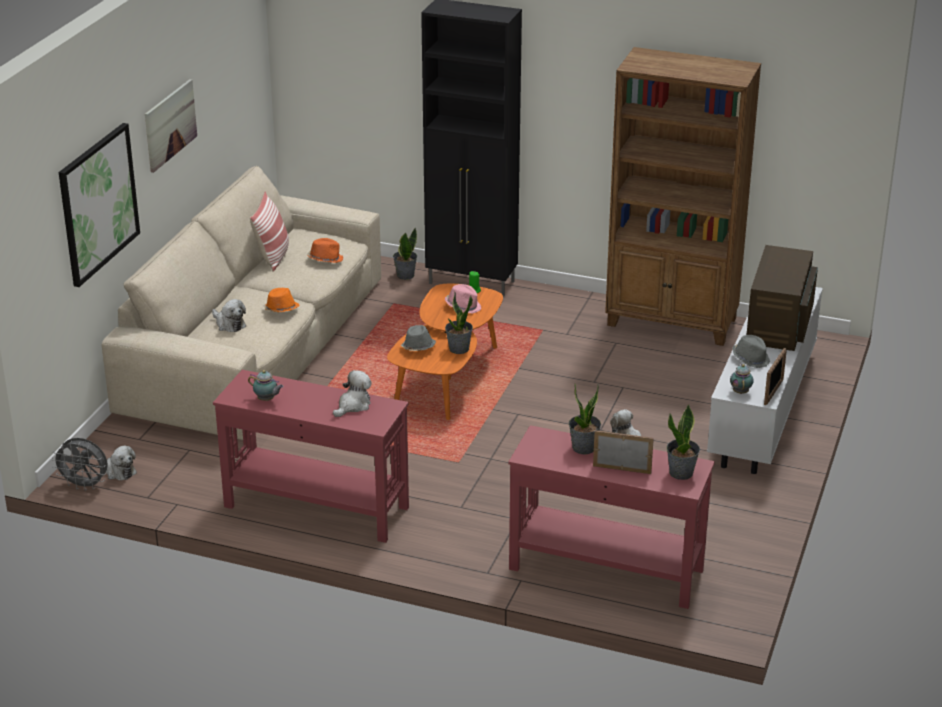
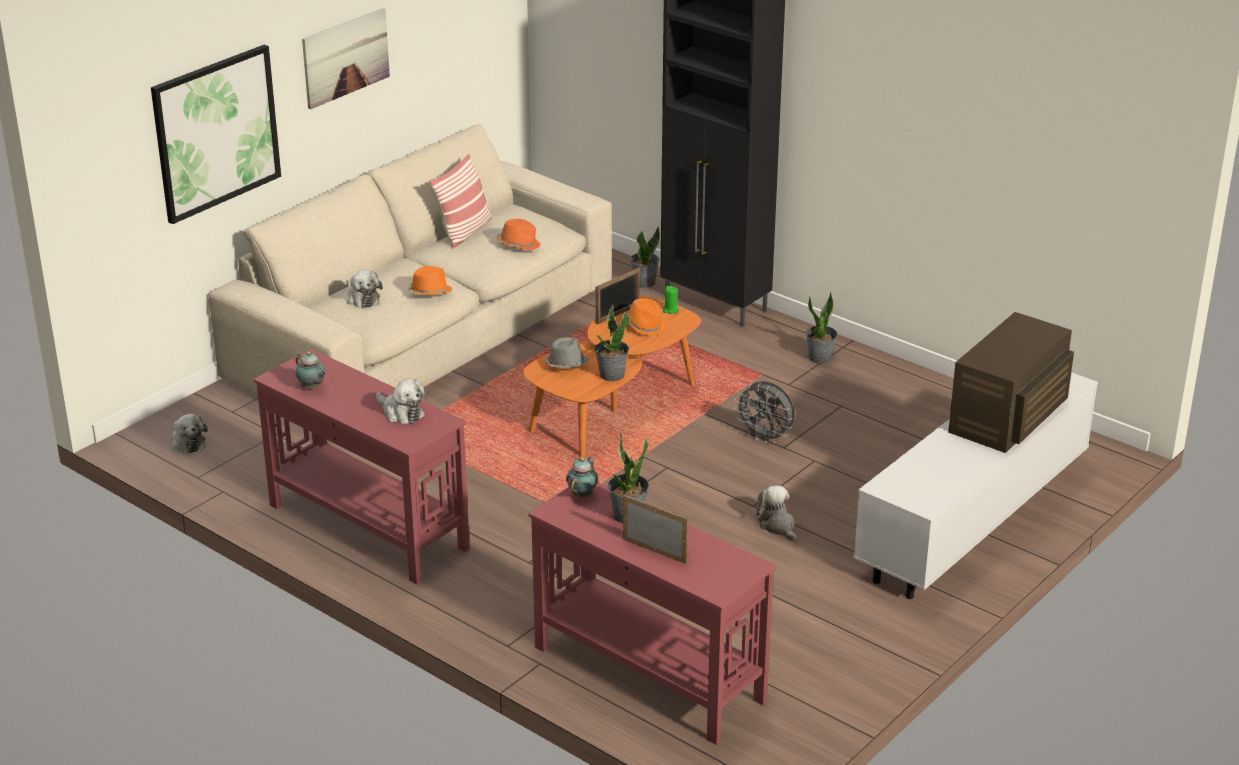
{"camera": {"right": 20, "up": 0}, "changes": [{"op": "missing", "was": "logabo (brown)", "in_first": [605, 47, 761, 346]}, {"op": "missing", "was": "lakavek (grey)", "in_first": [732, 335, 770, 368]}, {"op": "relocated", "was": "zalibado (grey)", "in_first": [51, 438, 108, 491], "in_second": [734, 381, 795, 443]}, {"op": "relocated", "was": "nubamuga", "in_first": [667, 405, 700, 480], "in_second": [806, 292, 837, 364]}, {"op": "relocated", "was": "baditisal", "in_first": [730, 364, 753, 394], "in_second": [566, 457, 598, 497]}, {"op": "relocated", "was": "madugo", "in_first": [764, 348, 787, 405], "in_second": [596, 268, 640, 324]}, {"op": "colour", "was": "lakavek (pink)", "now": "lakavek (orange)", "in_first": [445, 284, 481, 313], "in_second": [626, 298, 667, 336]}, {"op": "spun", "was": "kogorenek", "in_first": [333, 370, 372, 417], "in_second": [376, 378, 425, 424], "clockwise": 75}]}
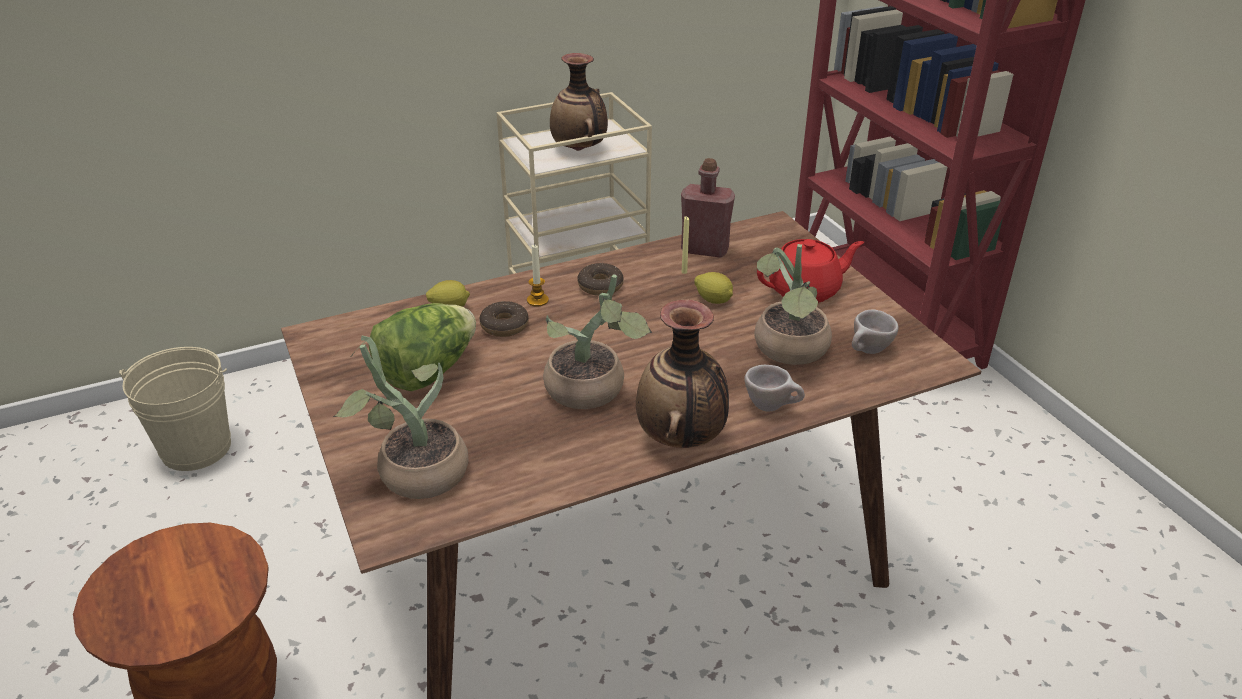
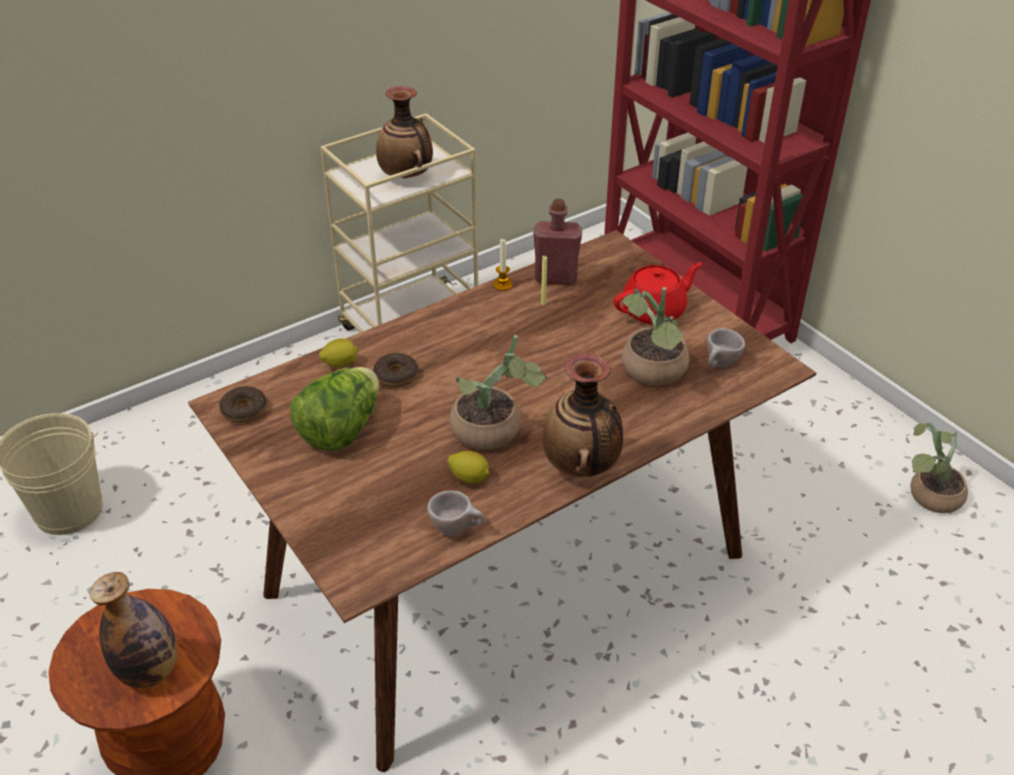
{"camera": {"right": -10, "up": 5}, "changes": [{"op": "appeared", "now": "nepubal", "in_second": [89, 572, 177, 688]}, {"op": "relocated", "was": "nubamuga", "in_first": [333, 336, 468, 499], "in_second": [910, 423, 968, 513]}, {"op": "relocated", "was": "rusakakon", "in_first": [527, 244, 549, 307], "in_second": [494, 239, 512, 291]}, {"op": "relocated", "was": "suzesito", "in_first": [578, 262, 624, 296], "in_second": [219, 386, 267, 423]}, {"op": "relocated", "was": "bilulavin", "in_first": [694, 272, 733, 304], "in_second": [448, 451, 489, 484]}, {"op": "relocated", "was": "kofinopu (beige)", "in_first": [744, 365, 805, 411], "in_second": [427, 491, 485, 536]}]}
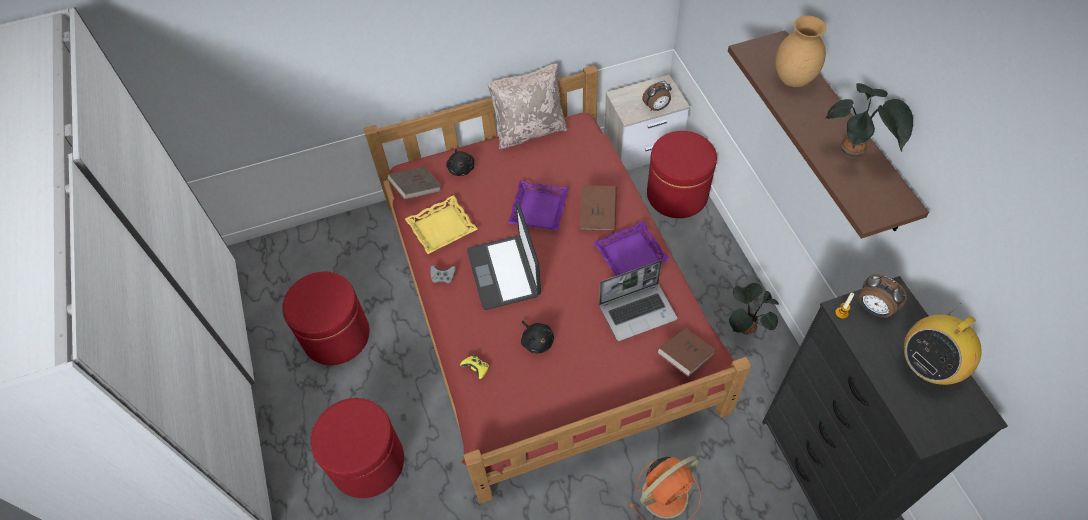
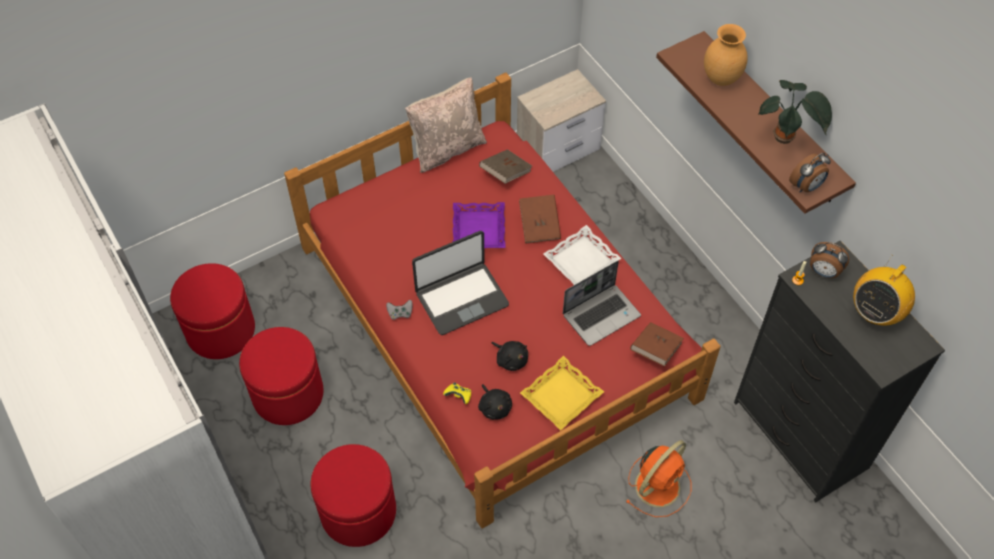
{"camera": {"right": -15, "up": 0}, "changes": [{"op": "missing", "was": "nubamuga", "in_first": [729, 283, 779, 335]}, {"op": "relocated", "was": "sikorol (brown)", "in_first": [387, 167, 442, 200], "in_second": [479, 149, 532, 184]}, {"op": "relocated", "was": "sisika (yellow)", "in_first": [405, 195, 477, 254], "in_second": [520, 356, 604, 431]}, {"op": "relocated", "was": "kogorenek (black)", "in_first": [446, 149, 474, 176], "in_second": [478, 384, 512, 420]}, {"op": "relocated", "was": "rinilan", "in_first": [642, 81, 672, 111], "in_second": [789, 153, 831, 192]}, {"op": "relocated", "was": "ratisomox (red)", "in_first": [647, 131, 717, 218], "in_second": [170, 263, 255, 359]}, {"op": "colour", "was": "sisika (purple)", "now": "sisika (white)", "in_first": [593, 221, 670, 276], "in_second": [543, 225, 622, 285]}, {"op": "spun", "was": "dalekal", "in_first": [467, 203, 541, 310], "in_second": [412, 231, 509, 335], "clockwise": -90}]}
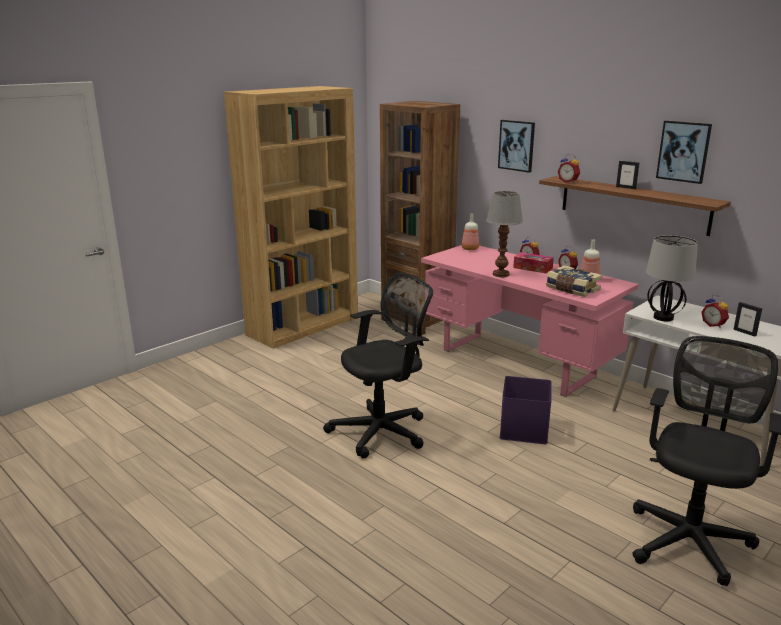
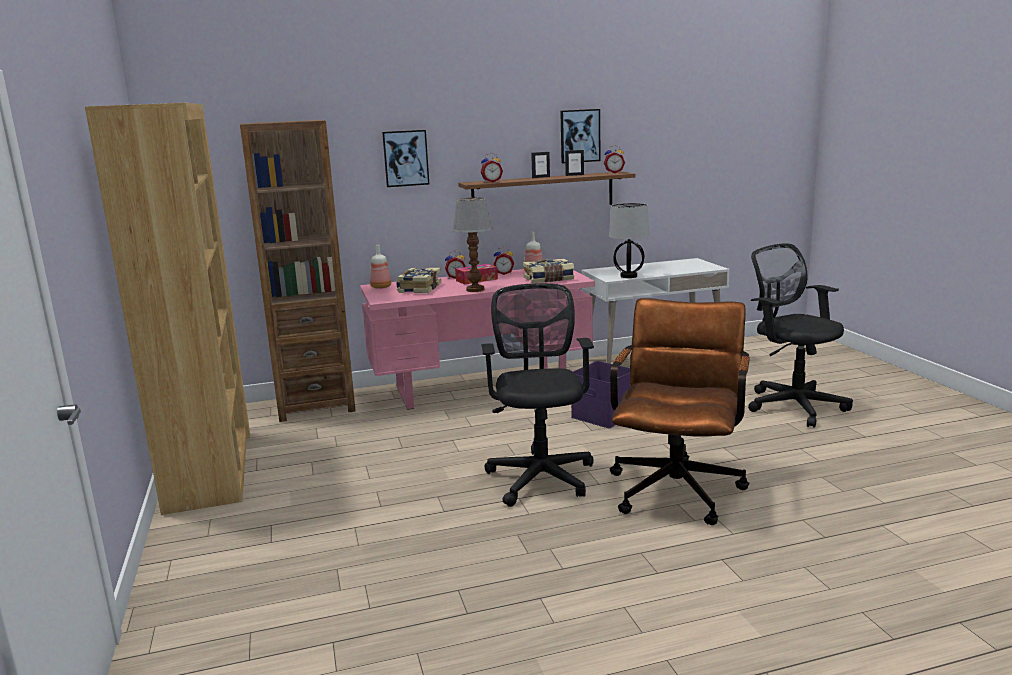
{"camera": {"right": -60, "up": -5}, "changes": [{"op": "appeared", "now": "sikorol", "in_second": [396, 268, 441, 293]}, {"op": "appeared", "now": "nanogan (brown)", "in_second": [610, 298, 750, 525]}, {"op": "relocated", "was": "rinilan", "in_first": [701, 295, 729, 328], "in_second": [604, 145, 625, 173]}, {"op": "relocated", "was": "madugo", "in_first": [733, 302, 762, 337], "in_second": [565, 150, 584, 176]}]}
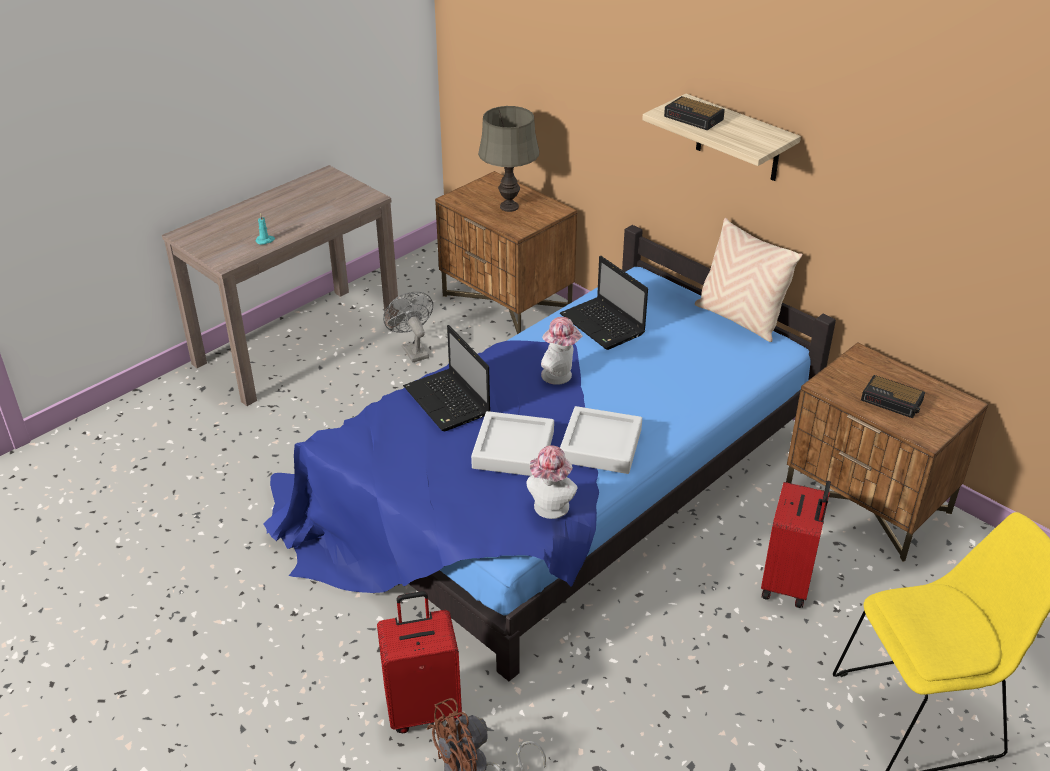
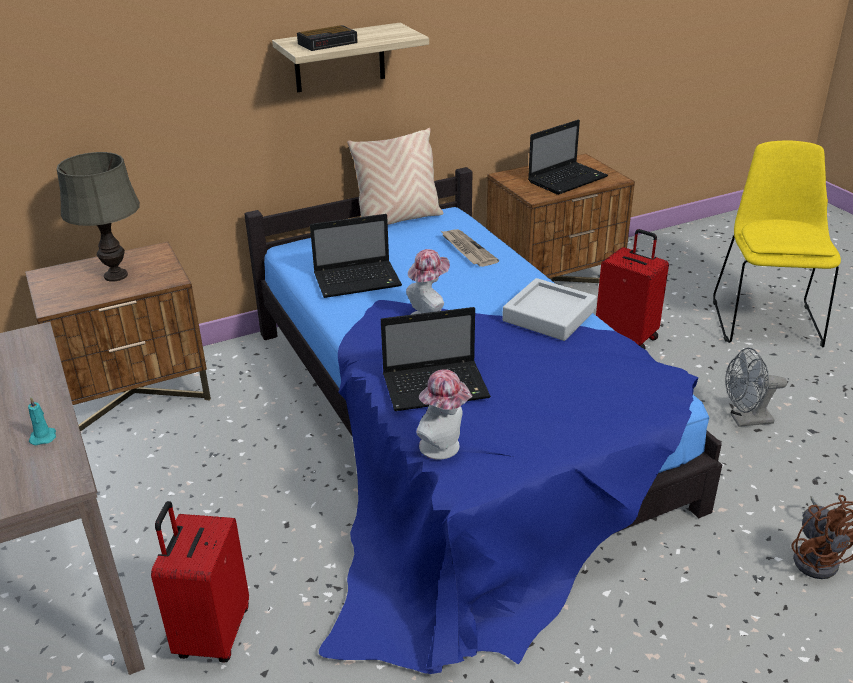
{"camera": {"right": -70, "up": -5}, "changes": [{"op": "missing", "was": "sisika (grey)", "in_first": [471, 411, 554, 476]}, {"op": "appeared", "now": "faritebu", "in_second": [441, 229, 499, 267]}, {"op": "relocated", "was": "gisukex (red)", "in_first": [377, 591, 463, 733], "in_second": [151, 501, 249, 663]}, {"op": "relocated", "was": "zalibado (grey)", "in_first": [383, 292, 433, 362], "in_second": [725, 348, 787, 427]}, {"op": "relocated", "was": "lakavek", "in_first": [527, 445, 578, 519], "in_second": [416, 369, 472, 460]}, {"op": "exchanged", "was": "rinilan", "now": "dalekal", "in_first": [861, 375, 925, 418], "in_second": [528, 120, 608, 195]}]}
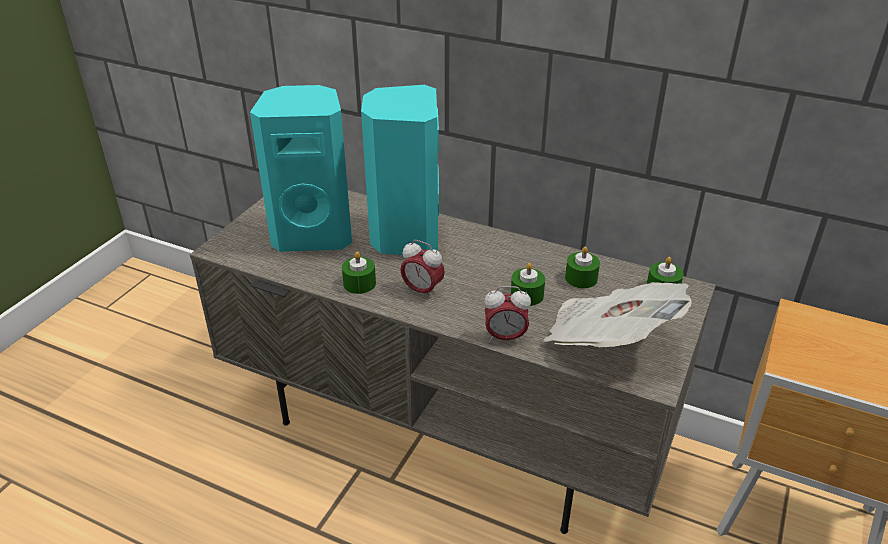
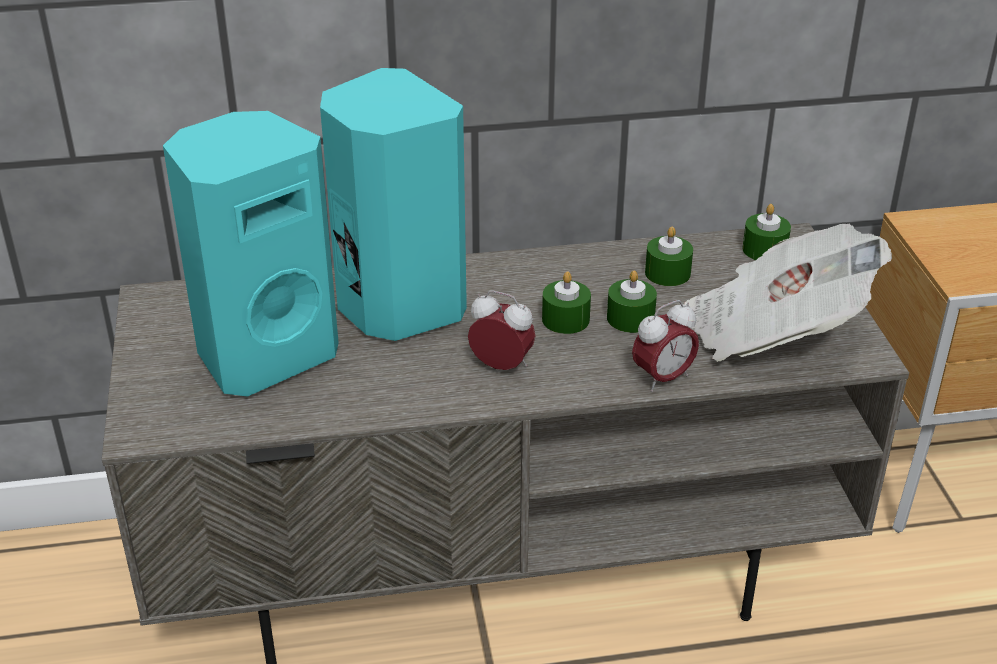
{"camera": {"right": -35, "up": 0}, "changes": [{"op": "relocated", "was": "rusakakon (green)", "in_first": [342, 251, 376, 294], "in_second": [542, 272, 591, 334]}, {"op": "spun", "was": "rinilan", "in_first": [400, 240, 445, 299], "in_second": [468, 290, 536, 370], "clockwise": -150}]}
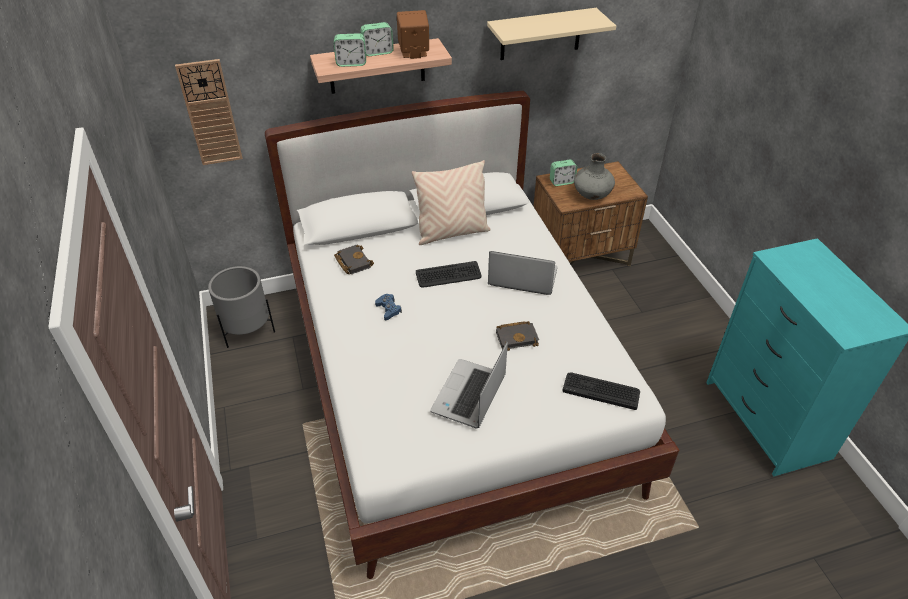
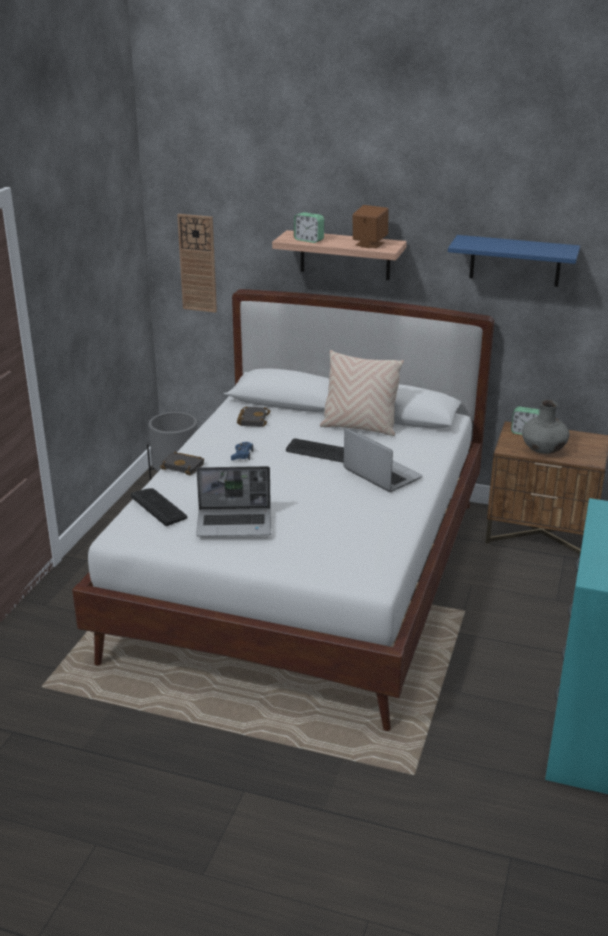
{"camera": {"right": 35, "up": -15}, "changes": [{"op": "missing", "was": "rinilan", "in_first": [360, 22, 394, 56]}, {"op": "relocated", "was": "sikorol (black)", "in_first": [496, 321, 539, 351], "in_second": [160, 452, 204, 475]}, {"op": "relocated", "was": "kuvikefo", "in_first": [562, 372, 640, 410], "in_second": [131, 488, 187, 526]}, {"op": "colour", "was": "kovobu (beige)", "now": "kovobu (blue)", "in_first": [487, 8, 616, 60], "in_second": [448, 235, 580, 287]}, {"op": "spun", "was": "dalekal", "in_first": [430, 341, 508, 428], "in_second": [196, 466, 271, 537], "clockwise": -150}]}
